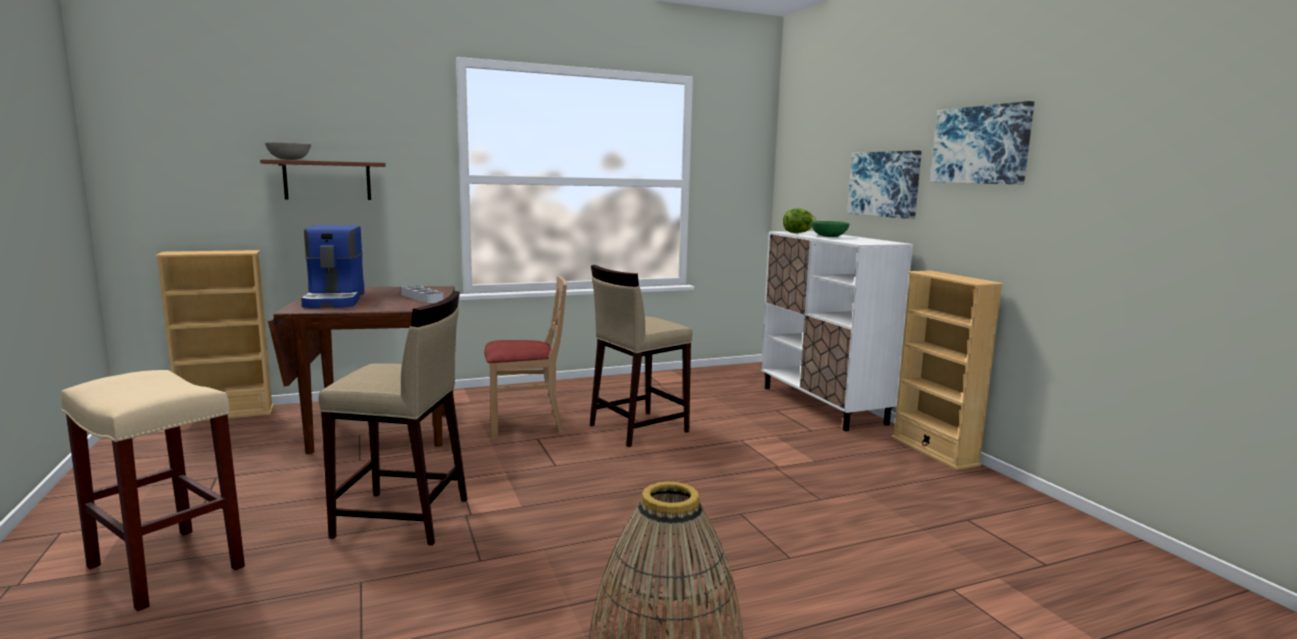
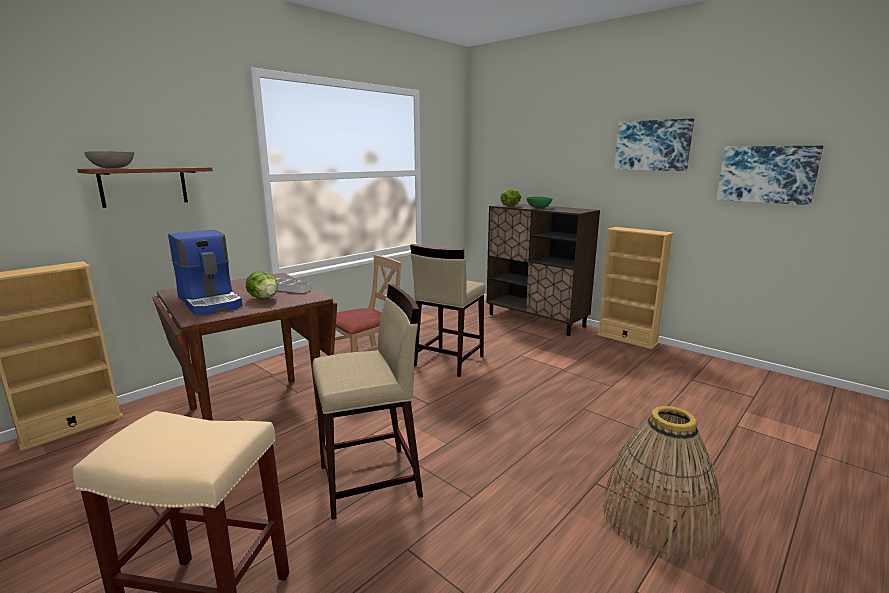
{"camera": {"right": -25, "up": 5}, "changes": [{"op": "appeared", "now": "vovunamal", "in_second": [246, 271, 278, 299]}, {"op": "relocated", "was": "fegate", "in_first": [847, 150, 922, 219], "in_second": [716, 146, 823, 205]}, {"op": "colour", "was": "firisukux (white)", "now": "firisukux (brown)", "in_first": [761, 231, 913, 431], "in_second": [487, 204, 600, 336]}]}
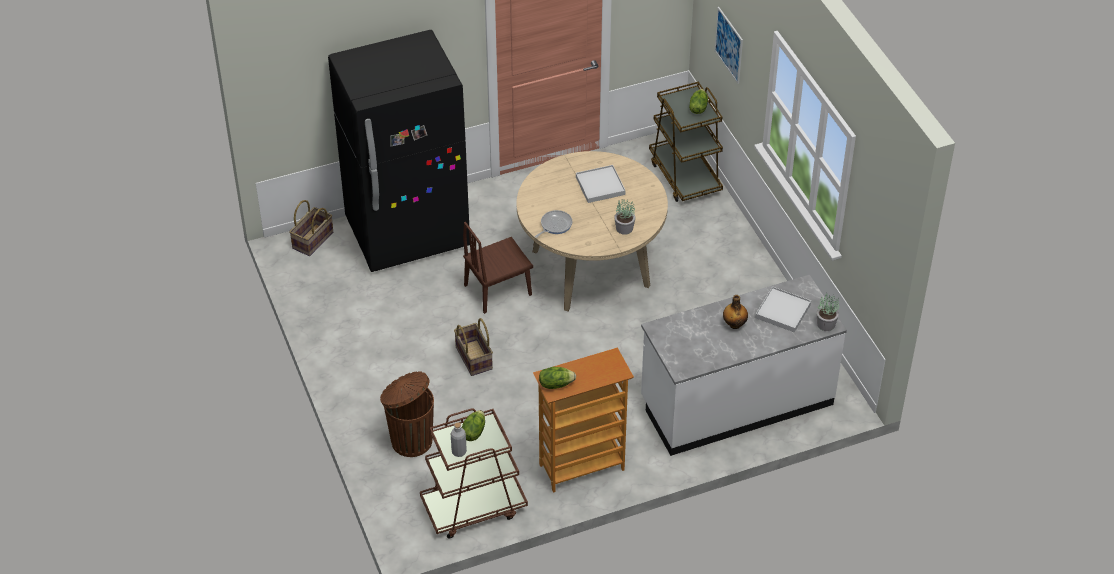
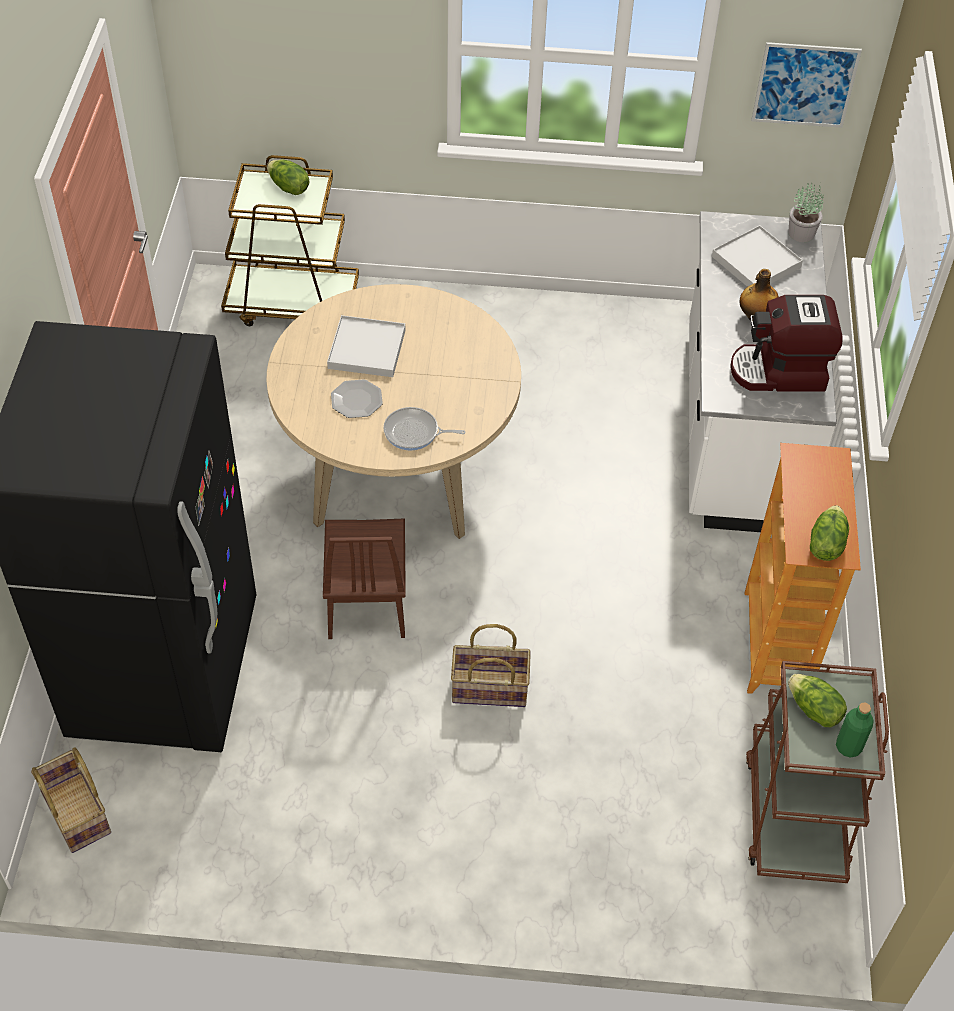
{"camera": {"right": -65, "up": 5}, "changes": [{"op": "missing", "was": "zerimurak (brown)", "in_first": [380, 371, 434, 457]}, {"op": "missing", "was": "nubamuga", "in_first": [614, 200, 635, 235]}, {"op": "appeared", "now": "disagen", "in_second": [331, 379, 383, 418]}, {"op": "appeared", "now": "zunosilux", "in_second": [730, 295, 842, 391]}, {"op": "relocated", "was": "fegate", "in_first": [714, 7, 743, 84], "in_second": [751, 42, 862, 128]}, {"op": "colour", "was": "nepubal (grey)", "now": "nepubal (green)", "in_first": [451, 423, 467, 457], "in_second": [836, 702, 874, 758]}, {"op": "spun", "was": "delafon", "in_first": [535, 210, 572, 238], "in_second": [383, 407, 465, 451], "clockwise": -60}]}
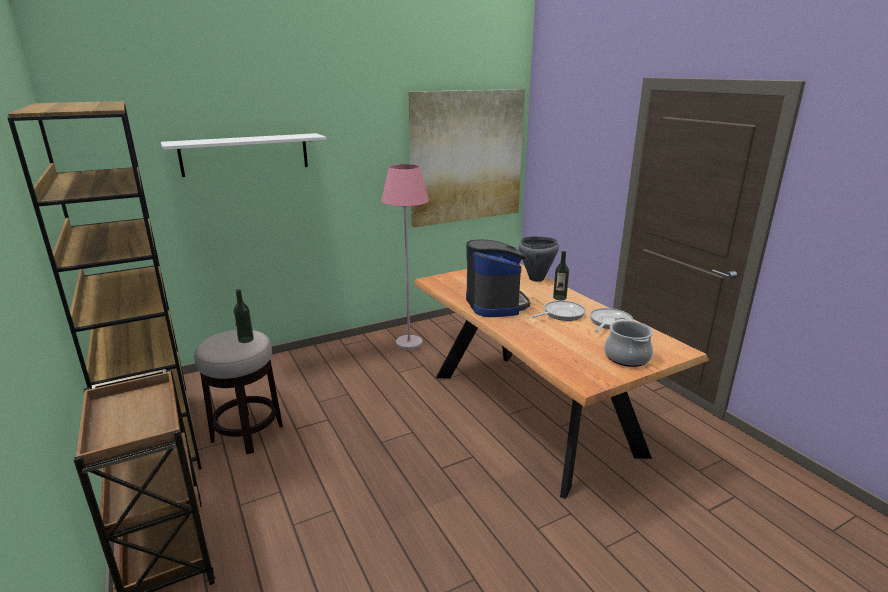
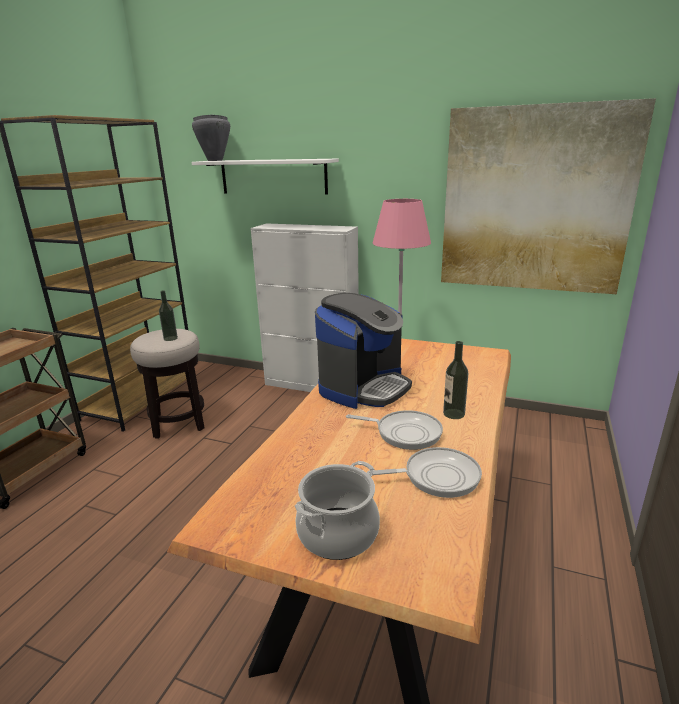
{"camera": {"right": 50, "up": 0}, "changes": [{"op": "appeared", "now": "firisukux (white)", "in_second": [251, 223, 359, 392]}, {"op": "relocated", "was": "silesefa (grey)", "in_first": [519, 236, 559, 282], "in_second": [192, 115, 230, 161]}]}
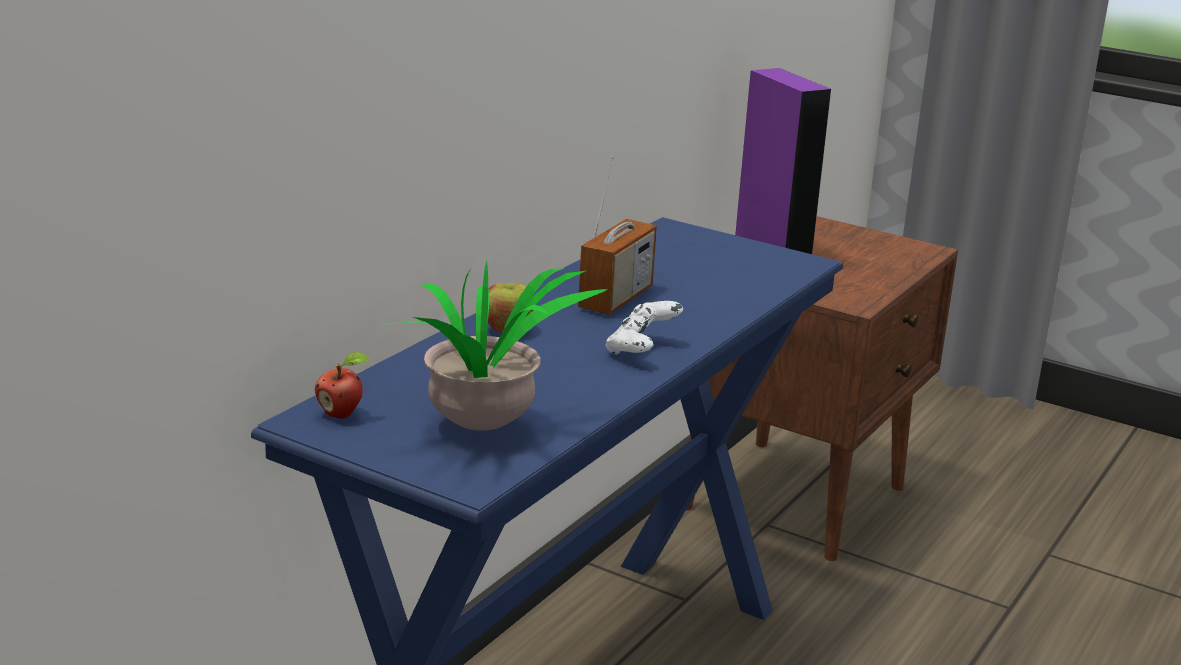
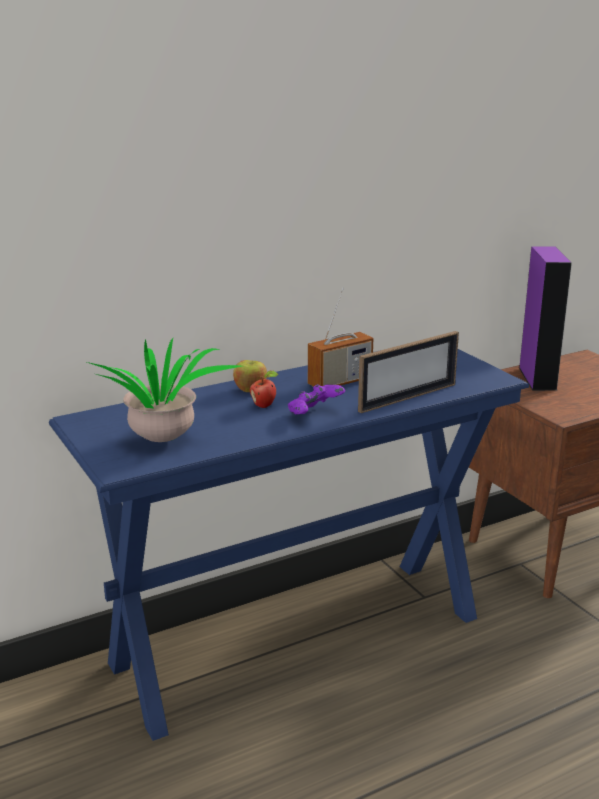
{"camera": {"right": 30, "up": 0}, "changes": [{"op": "appeared", "now": "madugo", "in_second": [358, 331, 459, 413]}, {"op": "relocated", "was": "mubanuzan", "in_first": [315, 352, 370, 419], "in_second": [250, 370, 279, 408]}, {"op": "colour", "was": "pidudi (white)", "now": "pidudi (purple)", "in_first": [606, 301, 683, 354], "in_second": [288, 384, 345, 414]}]}
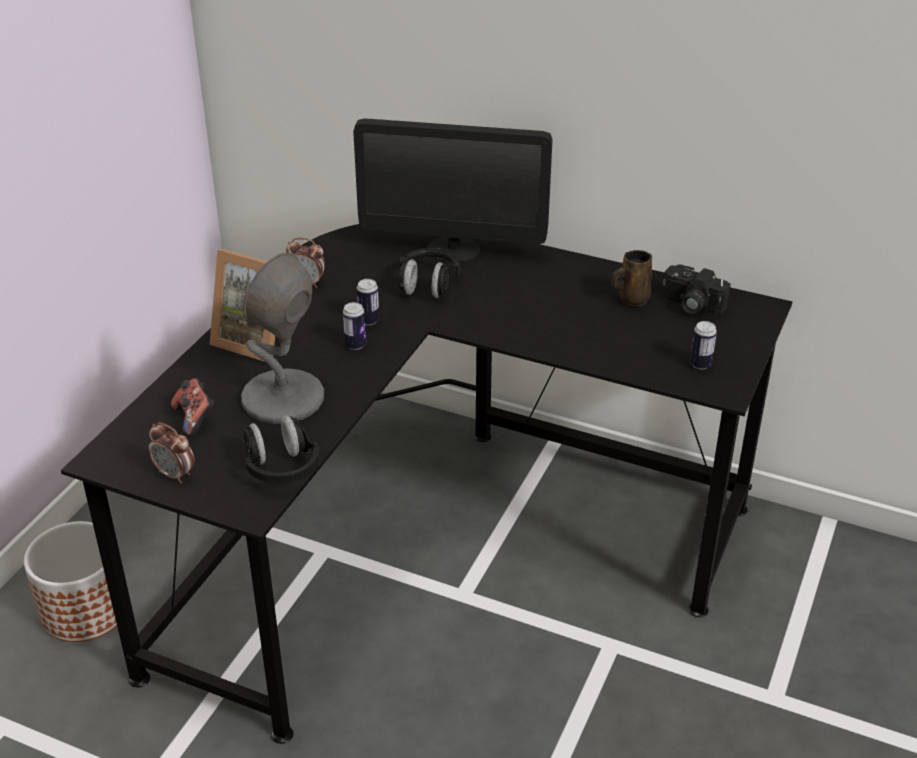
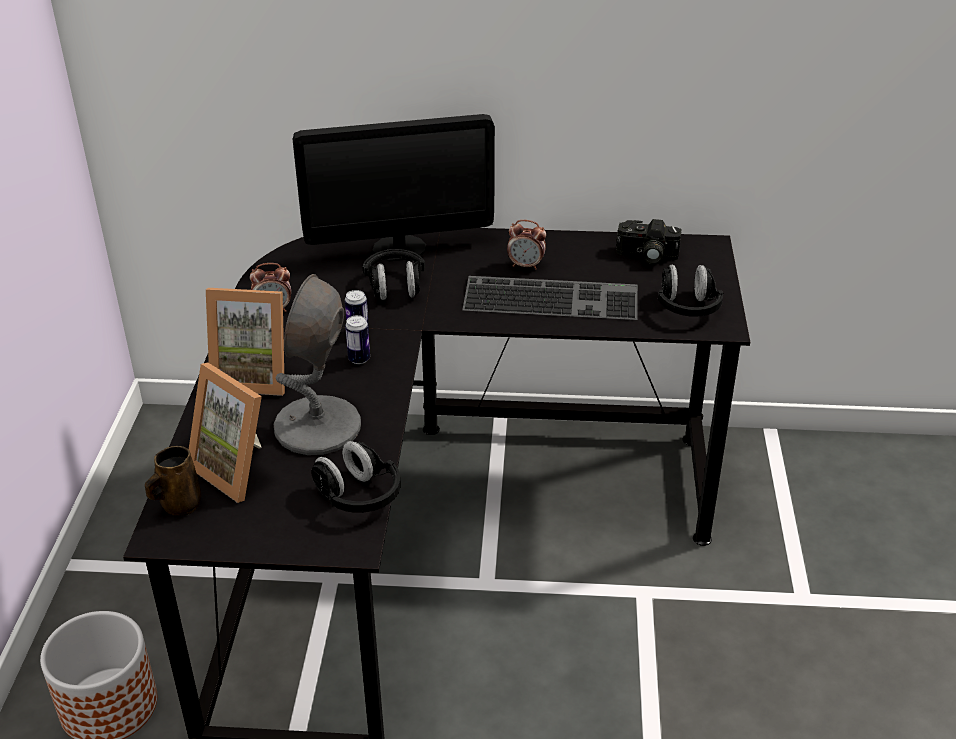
{"camera": {"right": -20, "up": 0}, "changes": [{"op": "appeared", "now": "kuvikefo", "in_second": [462, 276, 638, 320]}, {"op": "relocated", "was": "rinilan", "in_first": [148, 422, 195, 484], "in_second": [507, 220, 546, 270]}, {"op": "relocated", "was": "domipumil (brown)", "in_first": [611, 250, 652, 307], "in_second": [145, 446, 201, 516]}, {"op": "exchanged", "was": "pidudi", "now": "madugo", "in_first": [171, 378, 214, 436], "in_second": [189, 363, 262, 503]}, {"op": "exchanged", "was": "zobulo", "now": "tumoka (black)", "in_first": [690, 321, 717, 369], "in_second": [658, 265, 723, 317]}]}
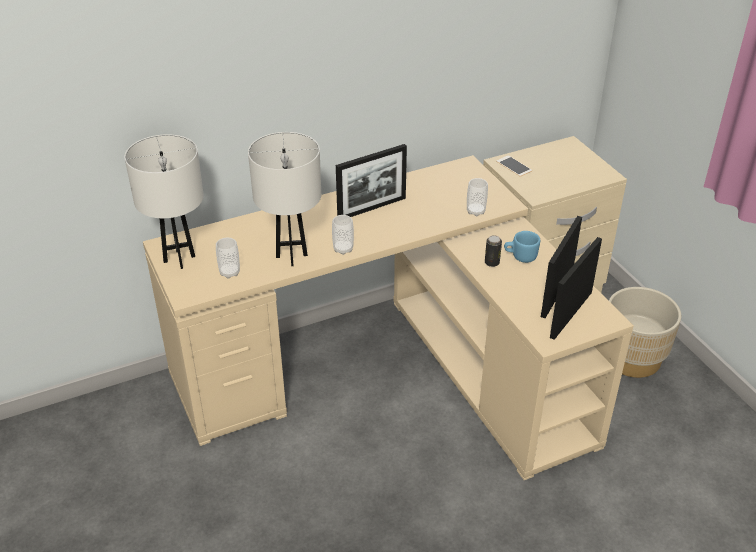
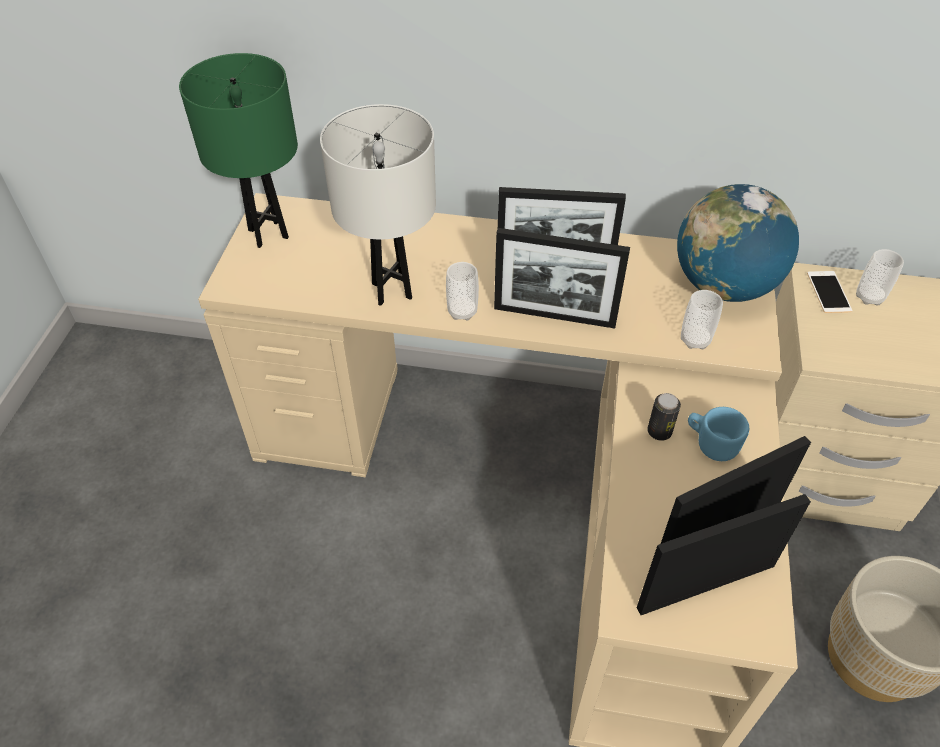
{"camera": {"right": 35, "up": 10}, "changes": [{"op": "appeared", "now": "madugo", "in_second": [494, 228, 630, 328]}, {"op": "appeared", "now": "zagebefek", "in_second": [677, 184, 799, 302]}, {"op": "relocated", "was": "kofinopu", "in_first": [216, 238, 240, 279], "in_second": [856, 249, 904, 306]}, {"op": "colour", "was": "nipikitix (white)", "now": "nipikitix (green)", "in_first": [125, 134, 204, 269], "in_second": [179, 53, 298, 248]}]}
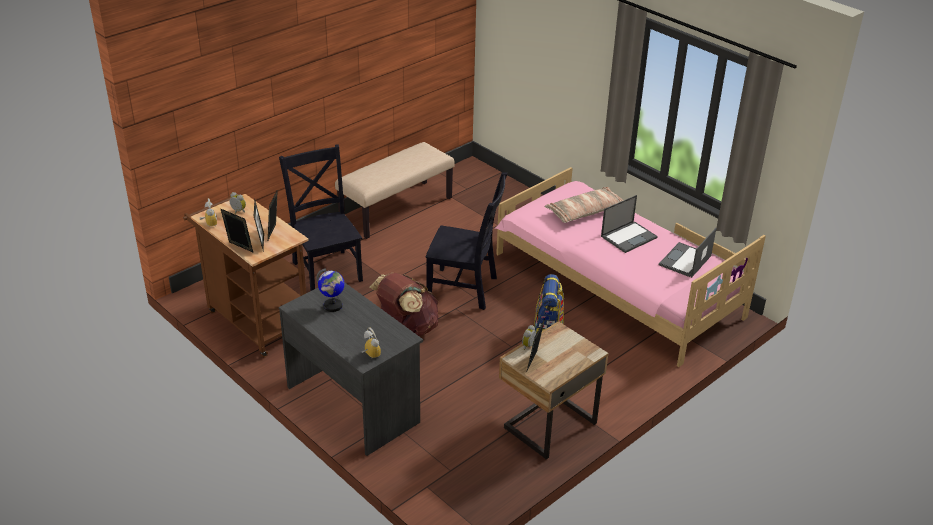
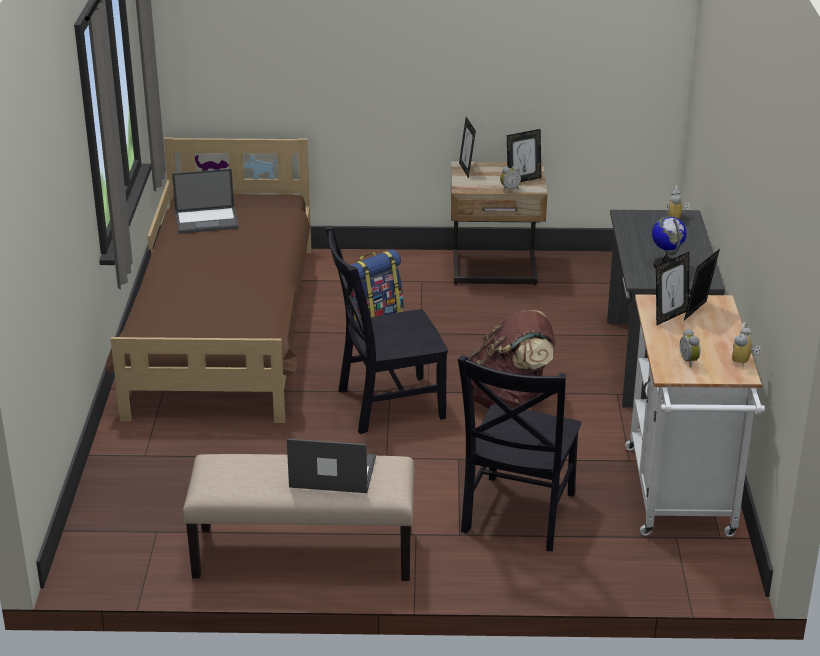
{"camera": {"right": -135, "up": -5}, "changes": [{"op": "missing", "was": "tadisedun", "in_first": [545, 187, 624, 223]}, {"op": "relocated", "was": "madugo", "in_first": [220, 208, 253, 252], "in_second": [459, 117, 476, 178]}, {"op": "relocated", "was": "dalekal", "in_first": [601, 195, 658, 253], "in_second": [287, 439, 376, 493]}, {"op": "colour", "was": "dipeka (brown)", "now": "dipeka (white)", "in_first": [183, 194, 309, 358], "in_second": [625, 294, 765, 537]}, {"op": "colour", "was": "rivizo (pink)", "now": "rivizo (brown)", "in_first": [494, 167, 766, 367], "in_second": [105, 137, 312, 423]}, {"op": "spun", "was": "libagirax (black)", "in_first": [426, 172, 507, 310], "in_second": [325, 226, 448, 434], "clockwise": -75}]}
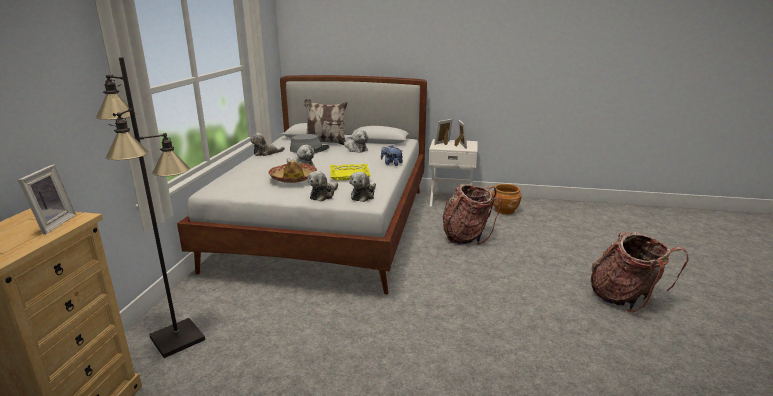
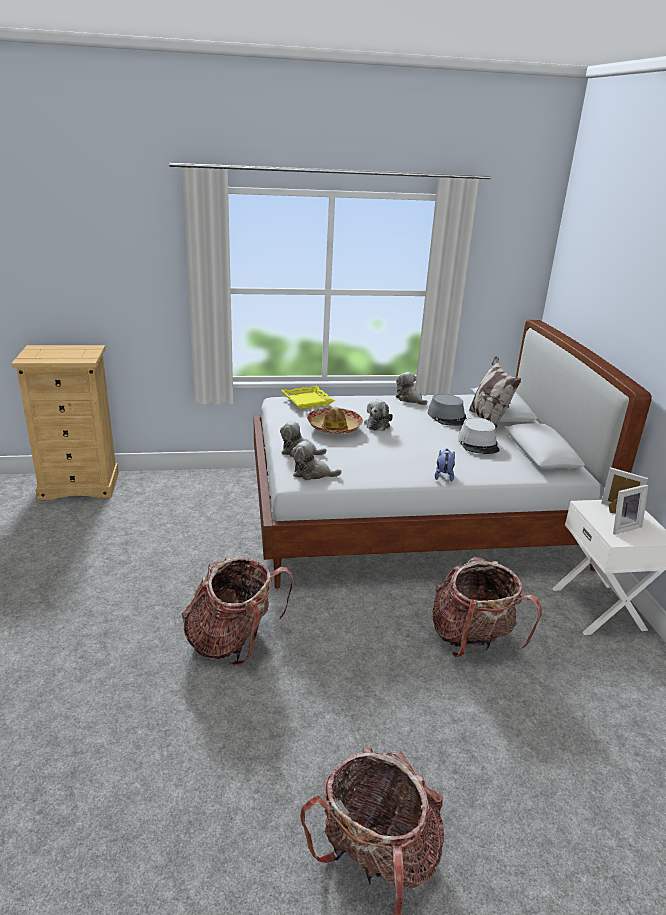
{"camera": {"right": 70, "up": 5}, "changes": [{"op": "missing", "was": "madugo", "in_first": [18, 164, 76, 234]}, {"op": "missing", "was": "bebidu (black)", "in_first": [96, 57, 205, 358]}, {"op": "missing", "was": "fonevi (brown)", "in_first": [492, 184, 522, 215]}, {"op": "appeared", "now": "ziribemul", "in_second": [182, 557, 294, 666]}, {"op": "relocated", "was": "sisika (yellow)", "in_first": [330, 164, 371, 181], "in_second": [281, 385, 335, 409]}, {"op": "exchanged", "was": "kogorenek", "now": "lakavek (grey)", "in_first": [344, 130, 368, 153], "in_second": [458, 417, 500, 454]}]}
